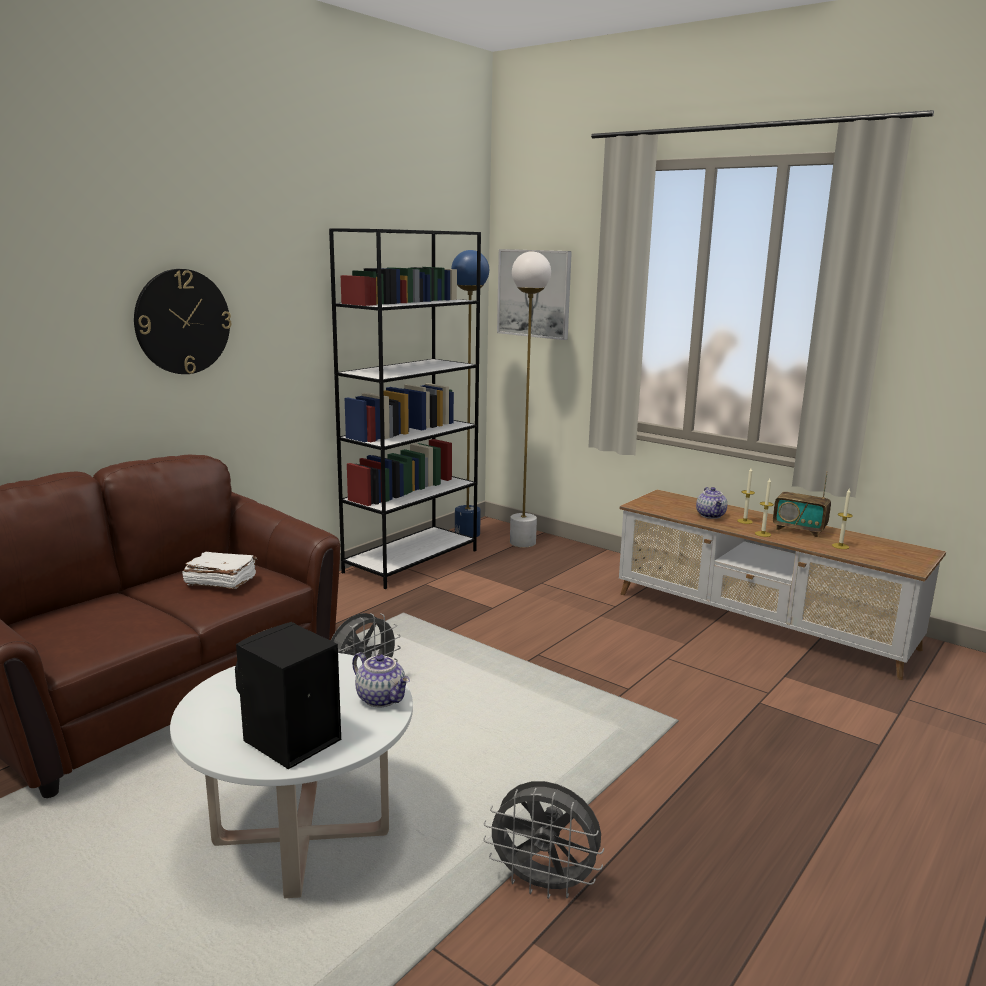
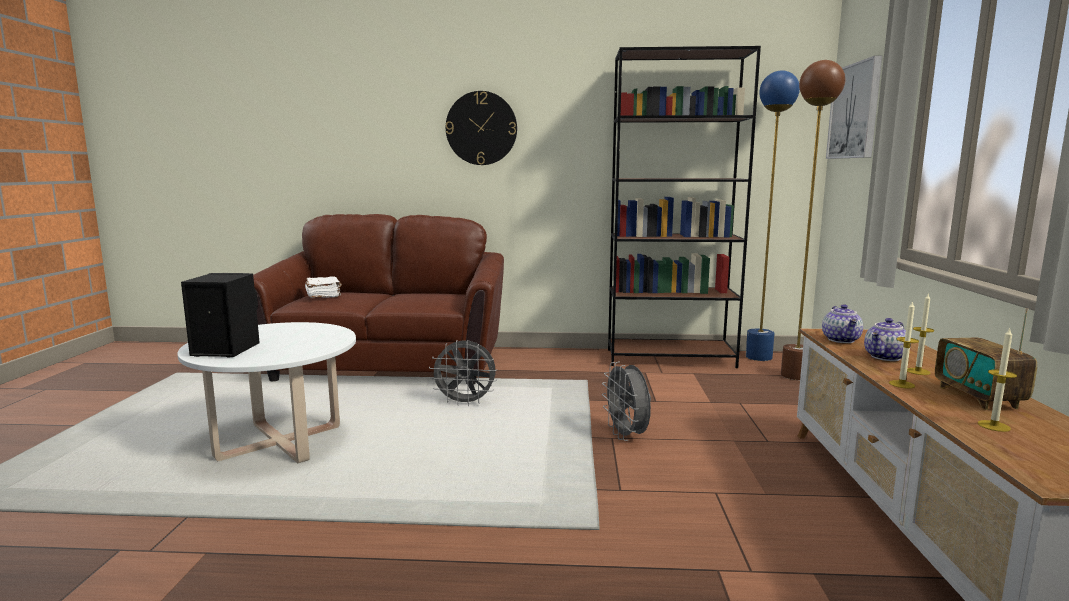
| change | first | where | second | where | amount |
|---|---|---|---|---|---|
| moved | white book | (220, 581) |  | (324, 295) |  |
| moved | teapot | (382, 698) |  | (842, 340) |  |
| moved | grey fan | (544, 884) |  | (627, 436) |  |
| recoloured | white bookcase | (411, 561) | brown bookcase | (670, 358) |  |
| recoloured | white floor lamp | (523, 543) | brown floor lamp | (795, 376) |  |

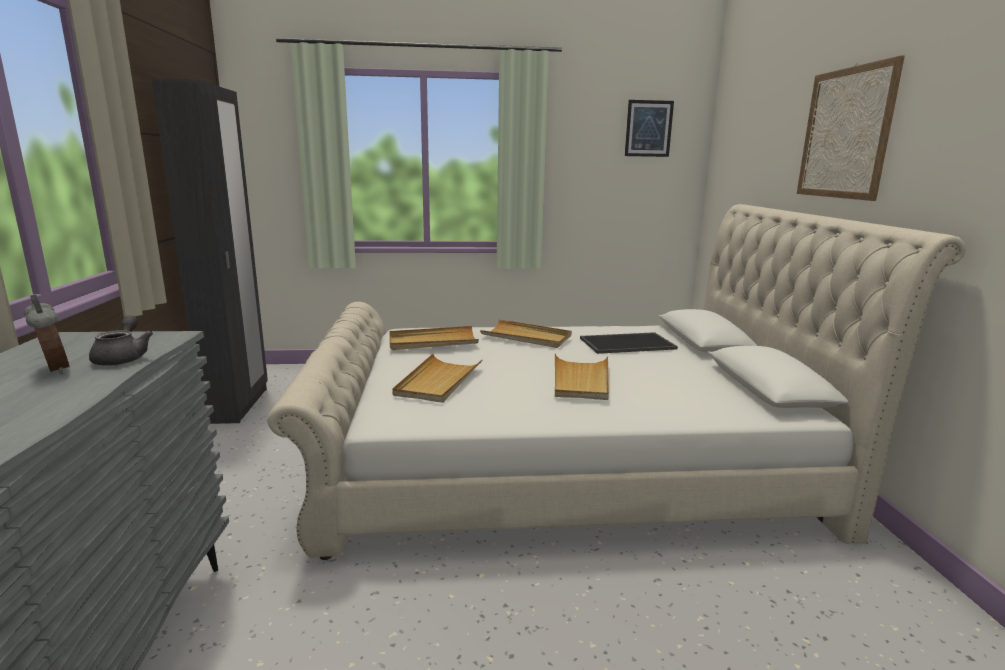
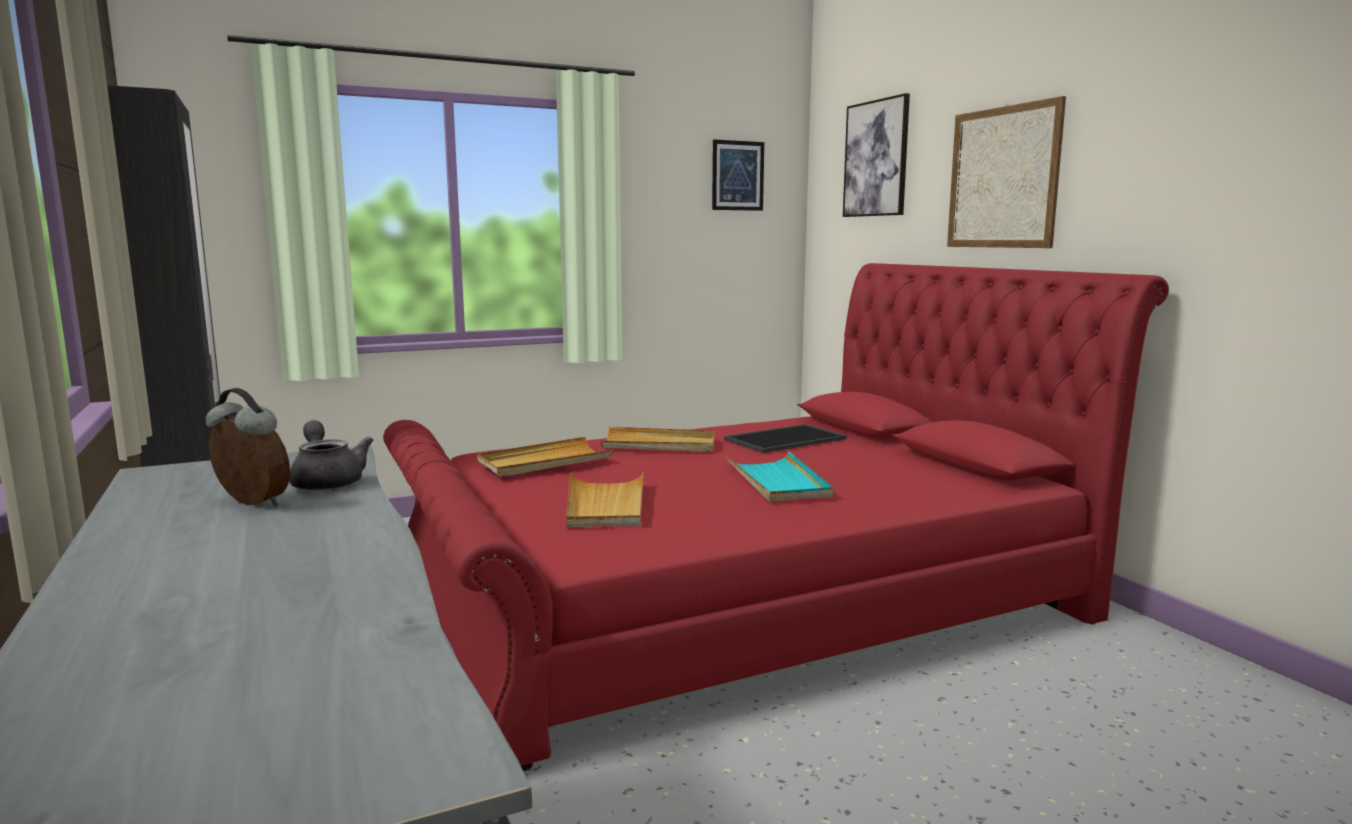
| change | first | where | second | where | amount |
|---|---|---|---|---|---|
| added |  |  | picture | (876, 159) |  |
| recoloured | beige bed | (565, 456) | red bed | (741, 592) |  |
| recoloured | beige tray | (580, 380) | turquoise tray | (777, 481) |  |

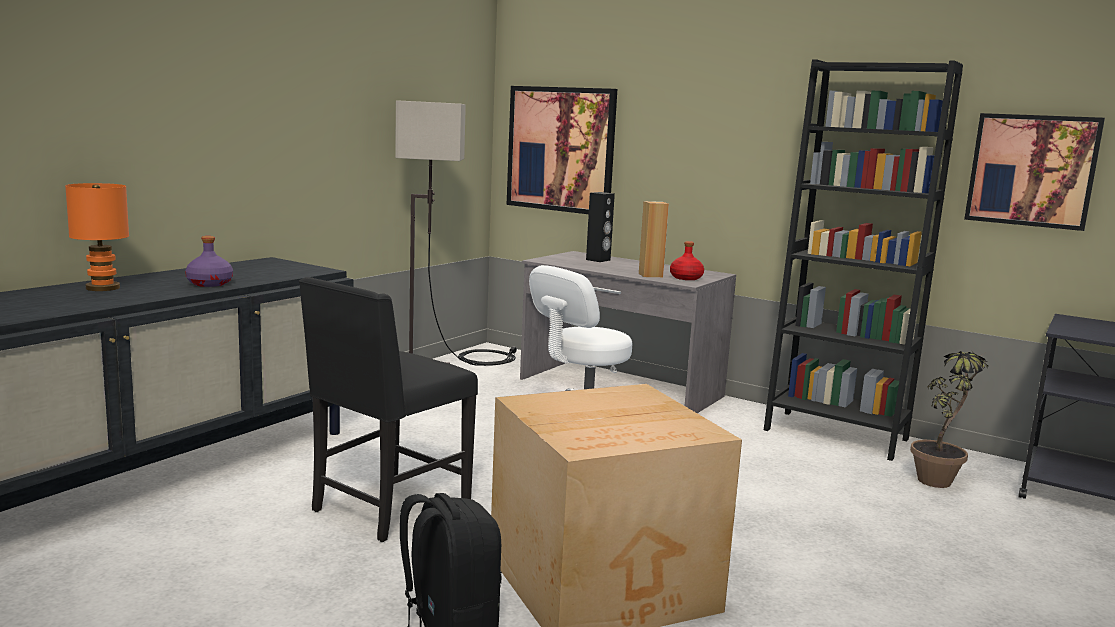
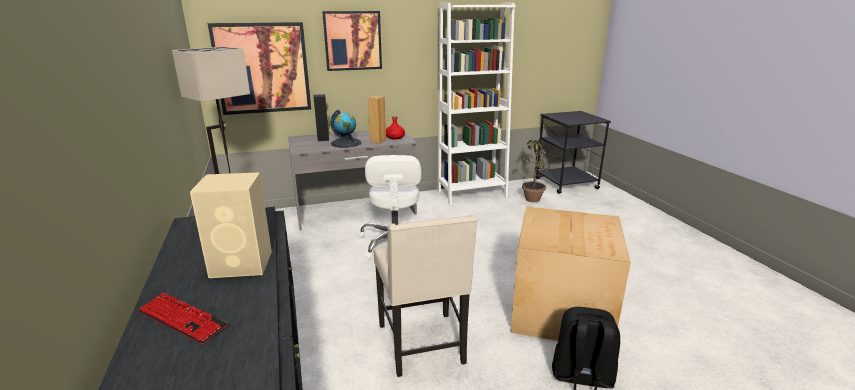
| change | first | where | second | where | amount |
|---|---|---|---|---|---|
| added |  |  | globe | (346, 143) |  |
| moved | picture | (1032, 170) |  | (352, 40) |  |
| replaced | orange table lamp | (103, 288) | keyboard | (182, 319) |  |
| replaced | purple bottle | (210, 283) | beige speaker | (243, 264) |  |
| recoloured | black chair | (388, 508) | beige chair | (423, 345) |  |
| recoloured | black bookcase | (835, 434) | white bookcase | (472, 194) |  |

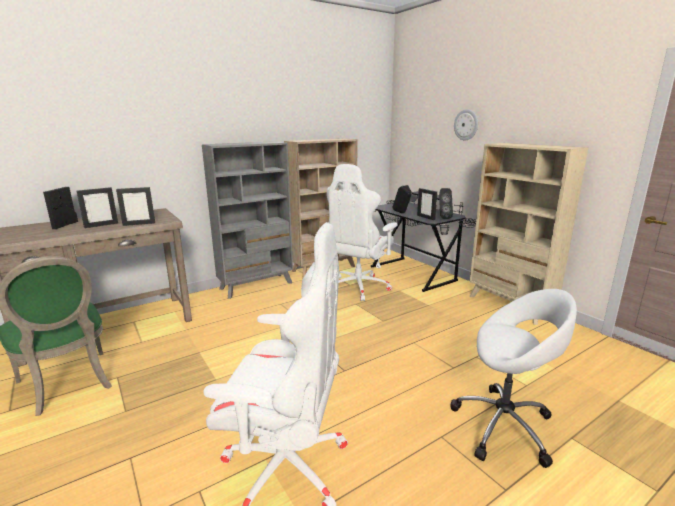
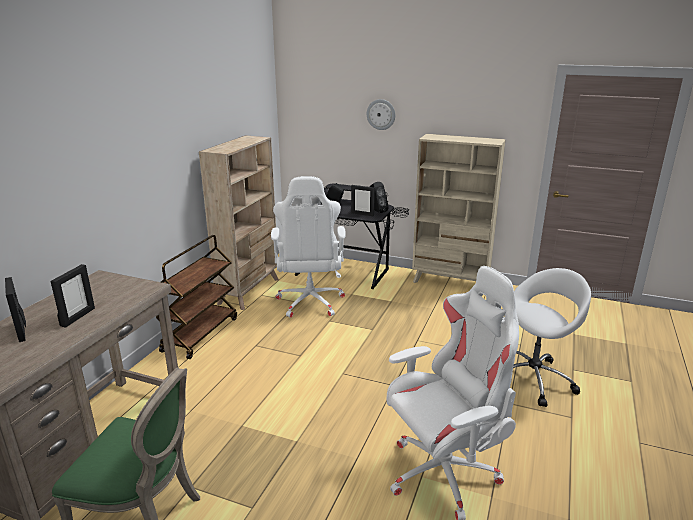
| change | first | where | second | where | amount |
|---|---|---|---|---|---|
| removed | picture frame | (139, 223) |  |  |  |
| replaced | grey bookcase | (257, 286) | brown cart | (200, 334) |  |

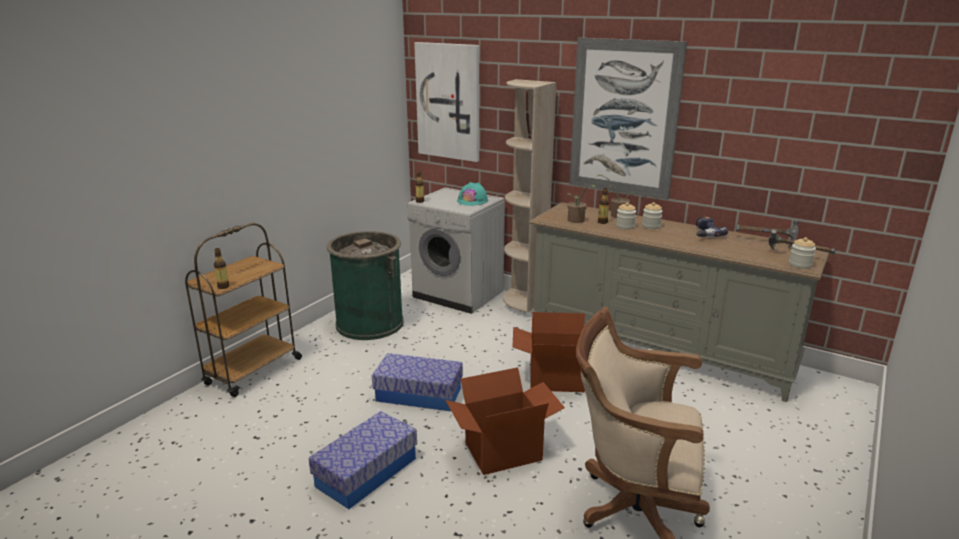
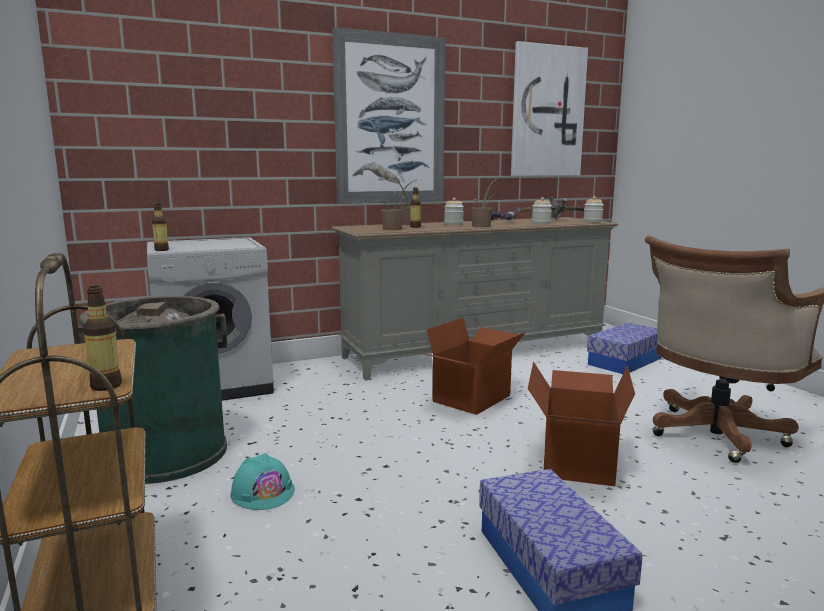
| change | first | where | second | where | amount |
|---|---|---|---|---|---|
| removed | beige bookcase | (521, 305) |  |  |  |
| added |  |  | potted plant | (483, 226) |  |
| moved | storage box | (418, 394) |  | (625, 361) |  |
| moved | picture | (448, 101) |  | (547, 112) |  |
| moved | turquoise hard hat | (472, 200) |  | (263, 492) |  |
| moved | jar | (625, 226) |  | (541, 223) |  |

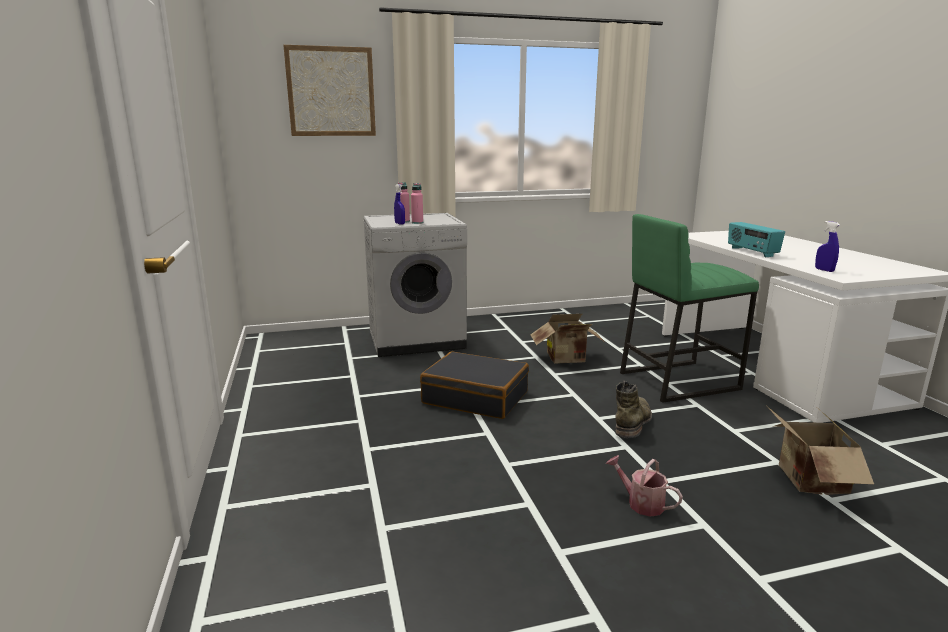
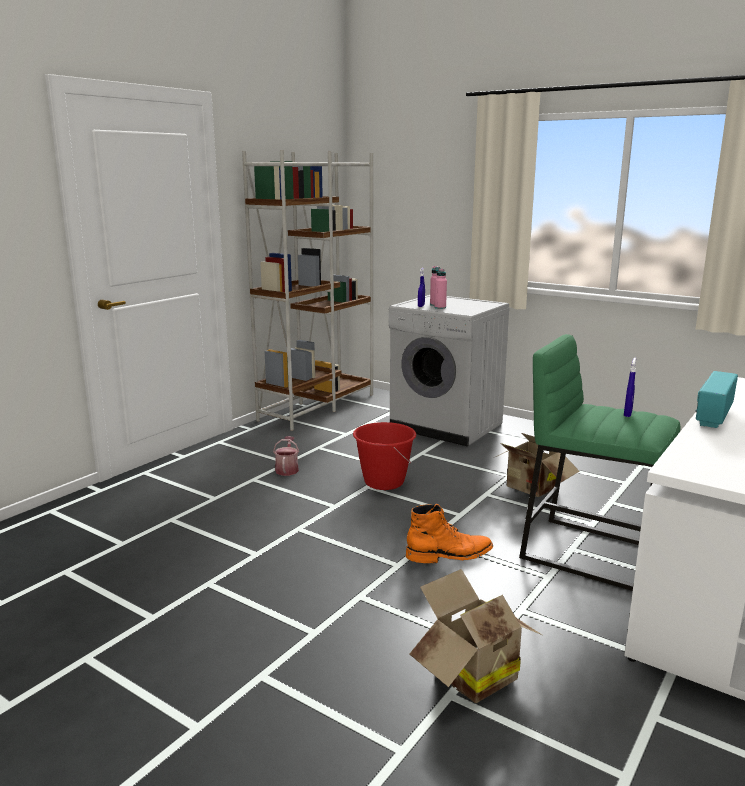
| change | first | where | second | where | amount |
|---|---|---|---|---|---|
| removed | picture | (331, 90) |  |  |  |
| added |  |  | brown bookcase | (318, 407) |  |
| moved | watering can | (641, 503) |  | (287, 469) |  |
| moved | blue spray bottle | (824, 270) |  | (627, 414) |  |
| replaced | black suitcase | (475, 397) | red bucket | (384, 482) |  |
| recoloured | green boot | (633, 422) | orange boot | (450, 555) |  |

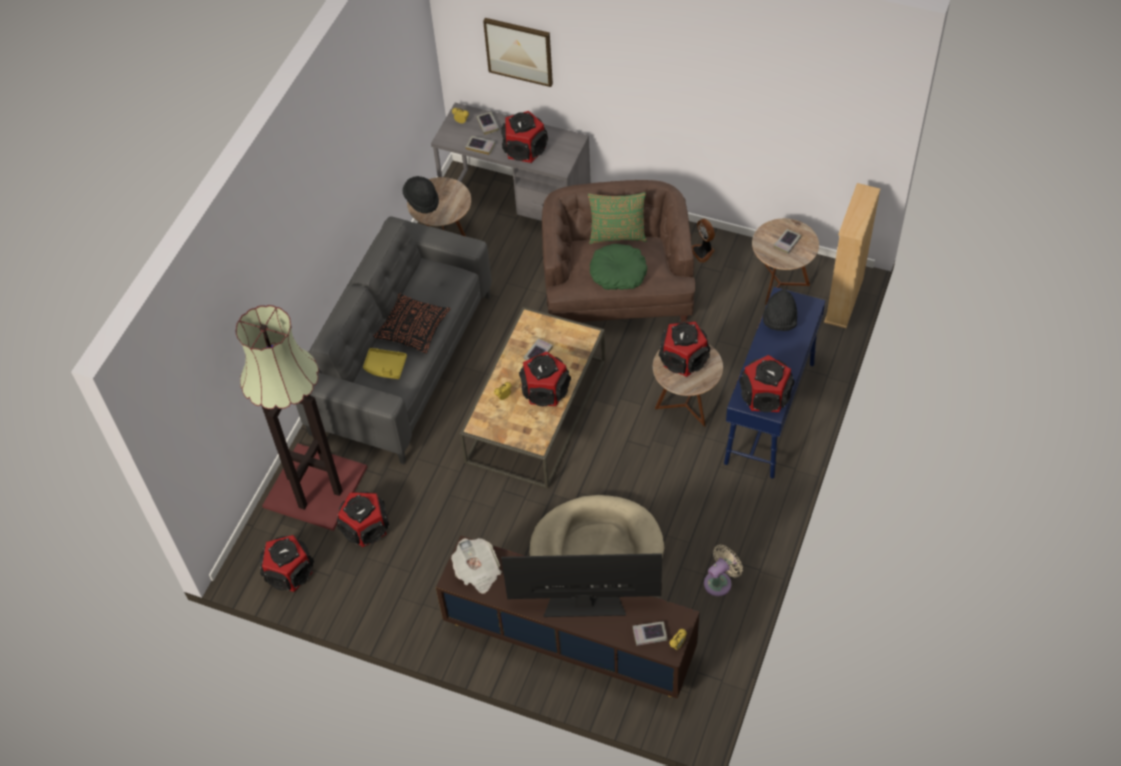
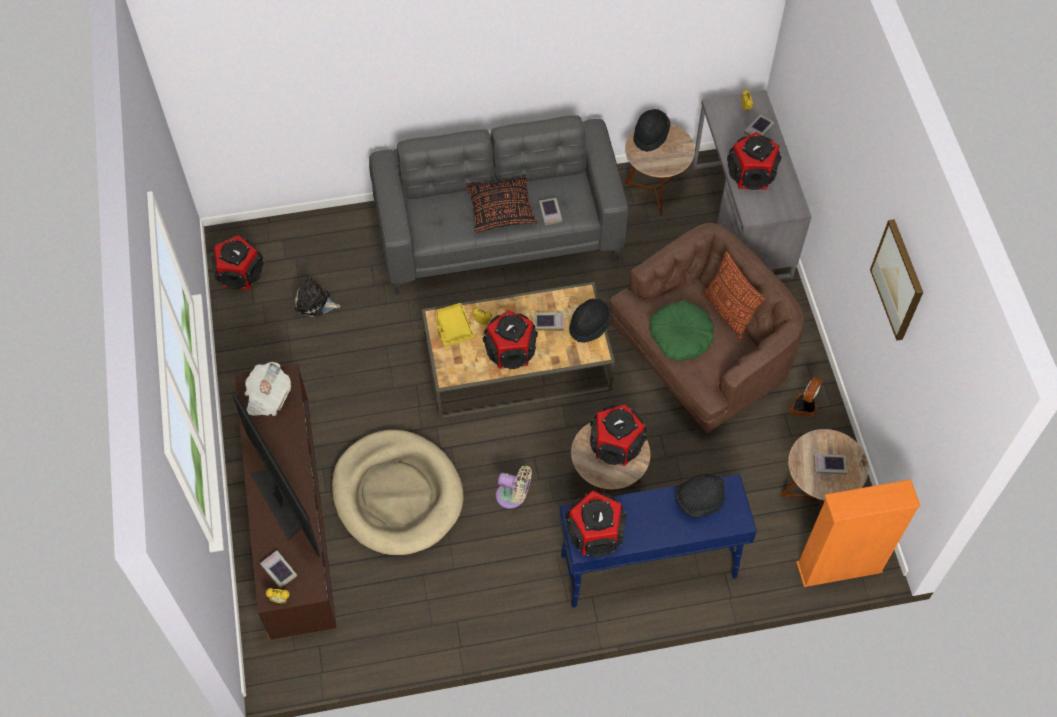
| change | first | where | second | where | amount |
|---|---|---|---|---|---|
| removed | floor lamp | (315, 486) |  |  |  |
| added |  |  | black hat | (589, 325) |  |
| moved | yellow tray | (385, 367) |  | (453, 328) |  |
| moved | book | (480, 147) |  | (550, 213) |  |
| moved | picture | (519, 51) |  | (898, 280) |  |
| moved | beige fan | (720, 582) |  | (513, 496) |  |
| replaced | speaker | (366, 527) | plush toy | (315, 303) |  |
| recoloured | green pillow | (617, 236) | brown pillow | (728, 313) |  |
| recoloured | beige bookcase | (844, 300) | orange bookcase | (839, 568) |  |

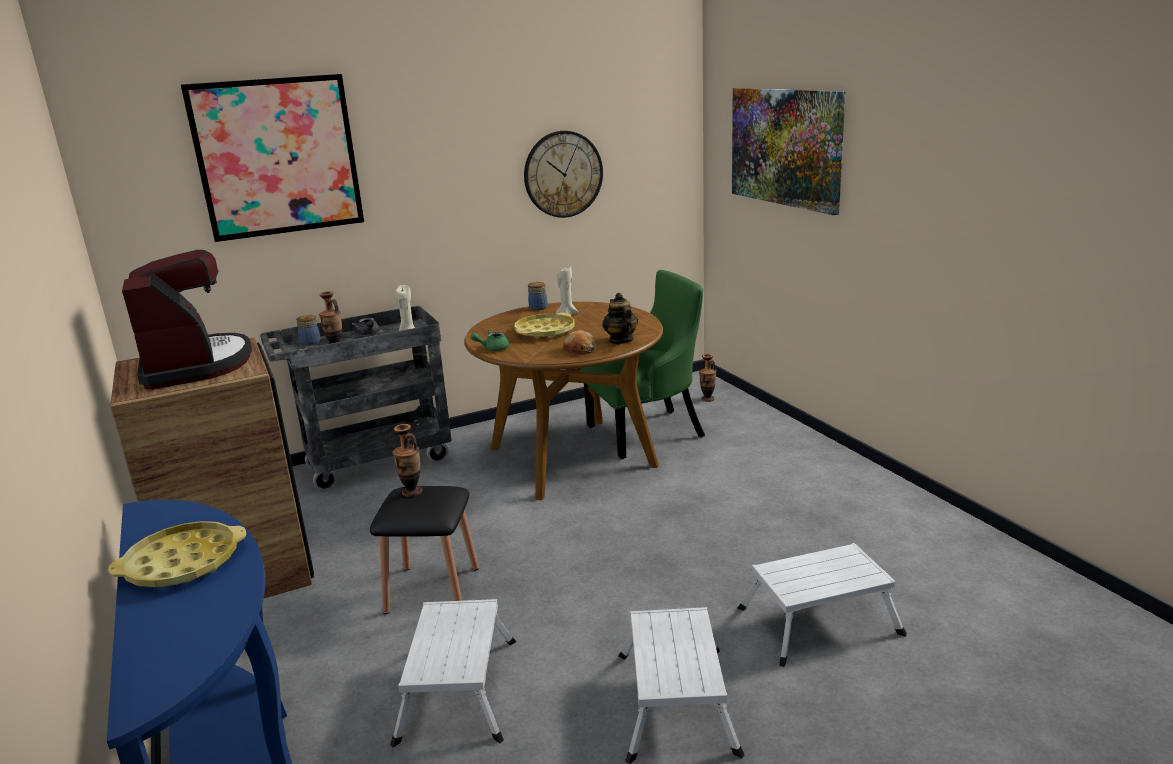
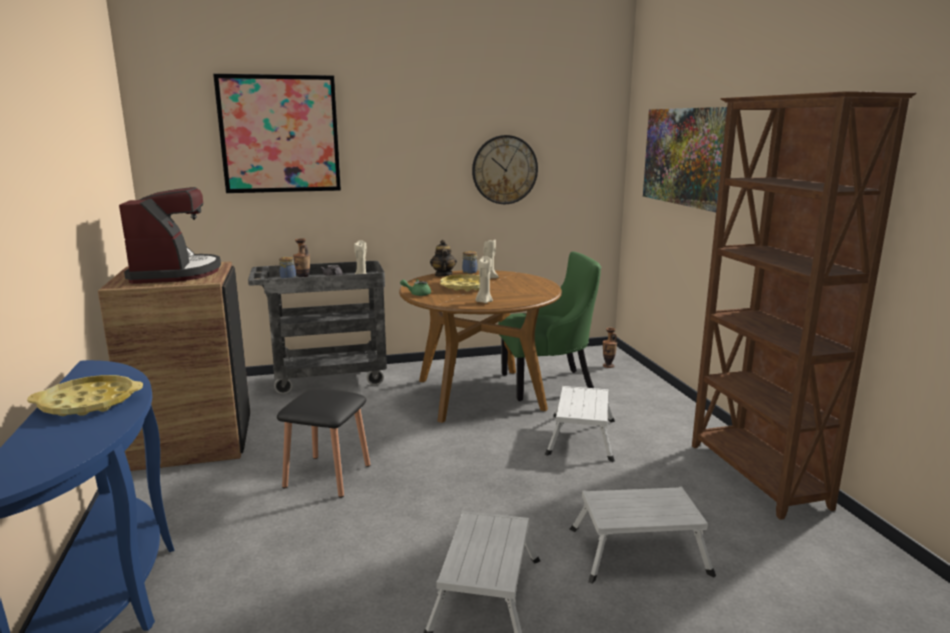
| change | first | where | second | where | amount |
|---|---|---|---|---|---|
| removed | vase | (412, 492) |  |  |  |
| added |  |  | brown bookcase | (756, 476) |  |
| moved | white step ladder | (458, 688) |  | (581, 436) |  |
| moved | teapot | (620, 340) |  | (443, 275) |  |
| replaced | bread | (579, 350) | beige candle | (484, 301) |  |

